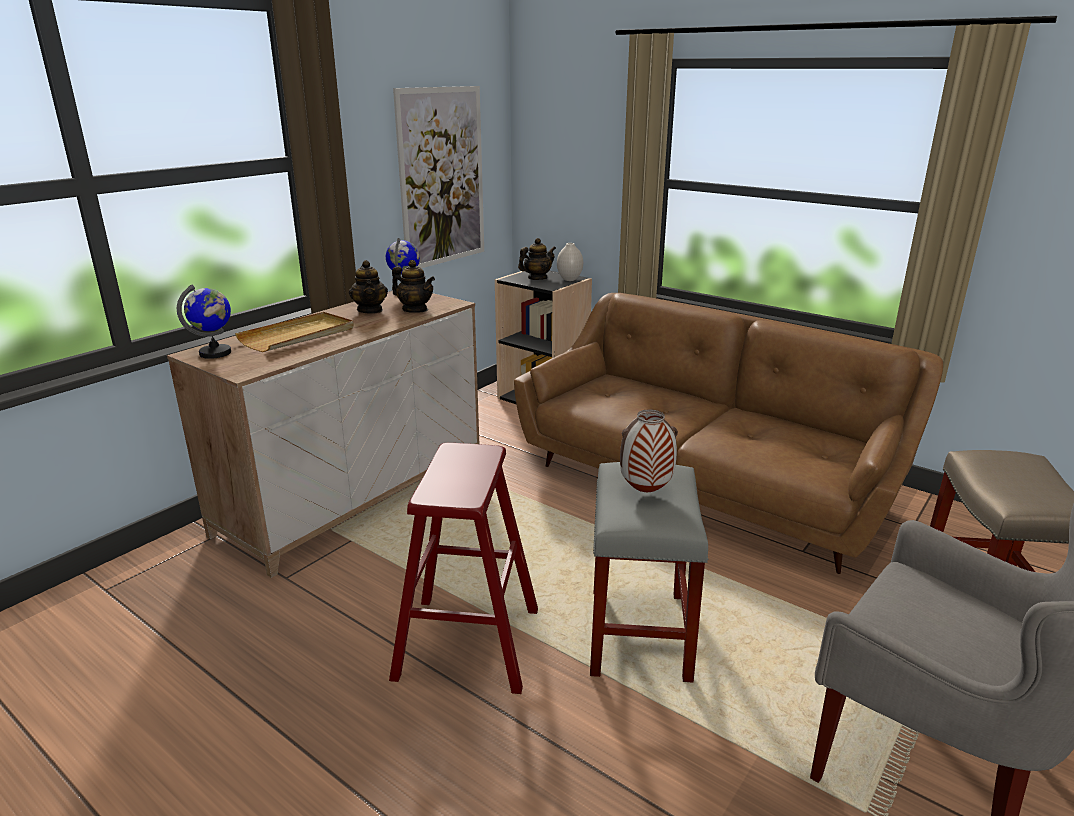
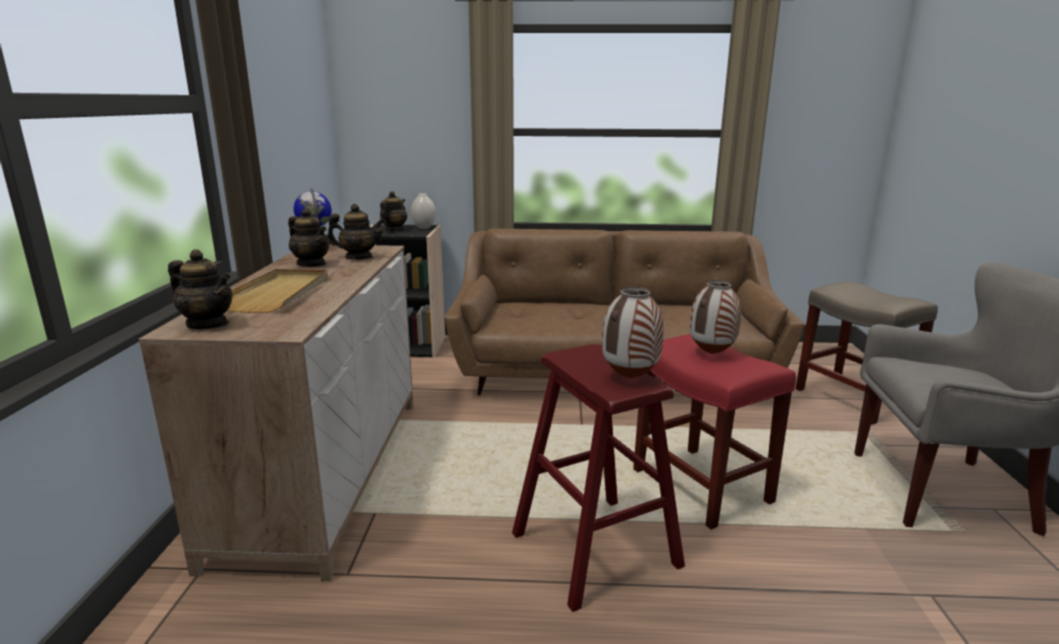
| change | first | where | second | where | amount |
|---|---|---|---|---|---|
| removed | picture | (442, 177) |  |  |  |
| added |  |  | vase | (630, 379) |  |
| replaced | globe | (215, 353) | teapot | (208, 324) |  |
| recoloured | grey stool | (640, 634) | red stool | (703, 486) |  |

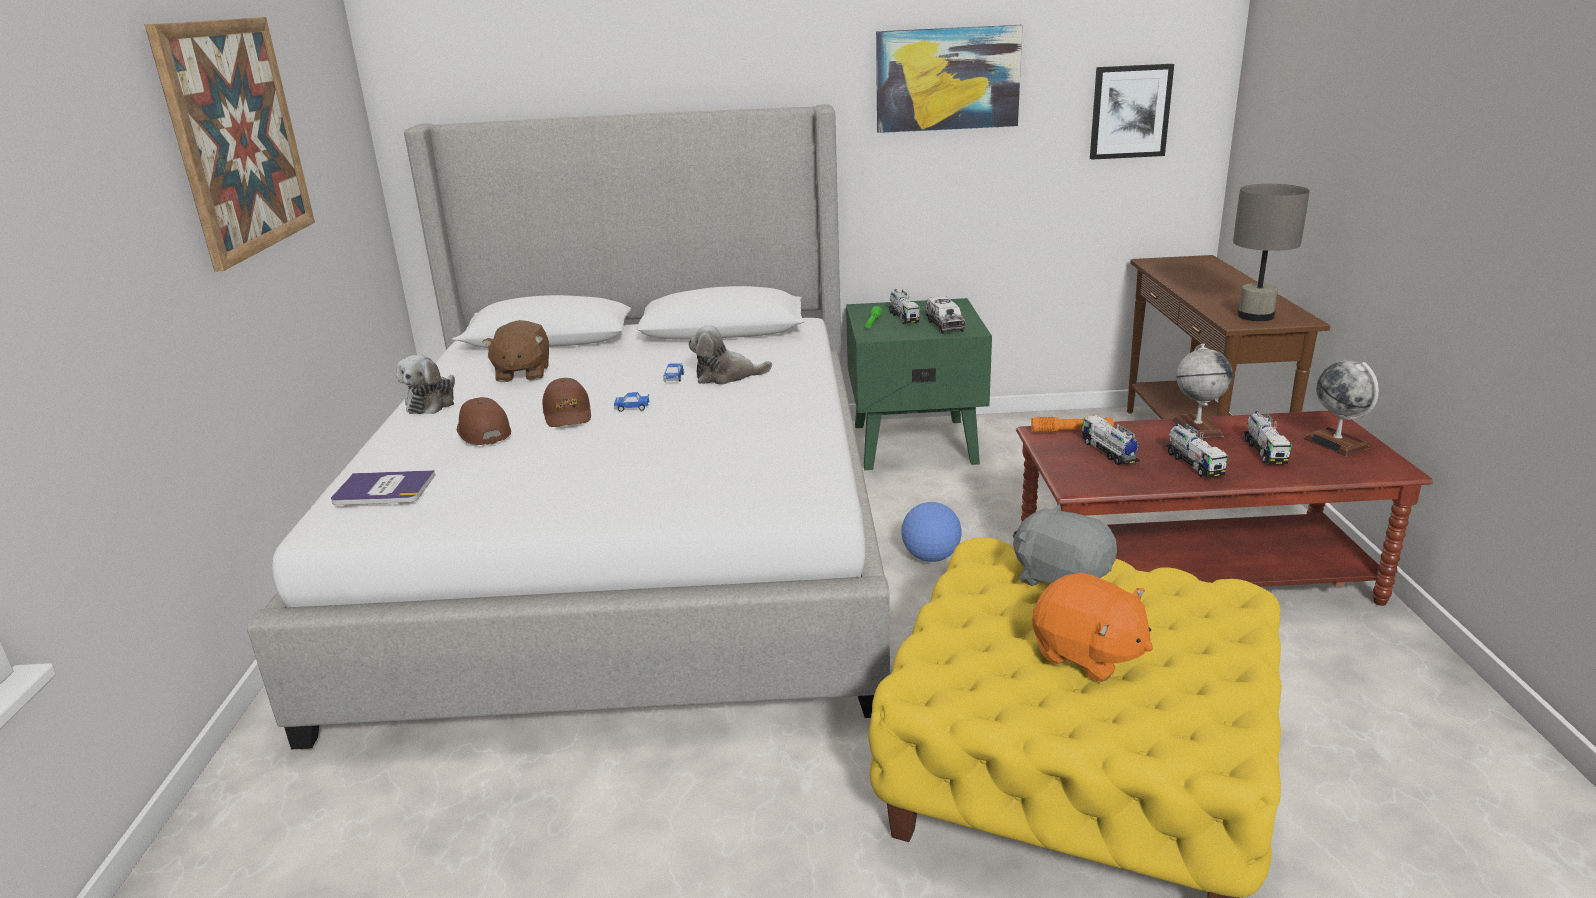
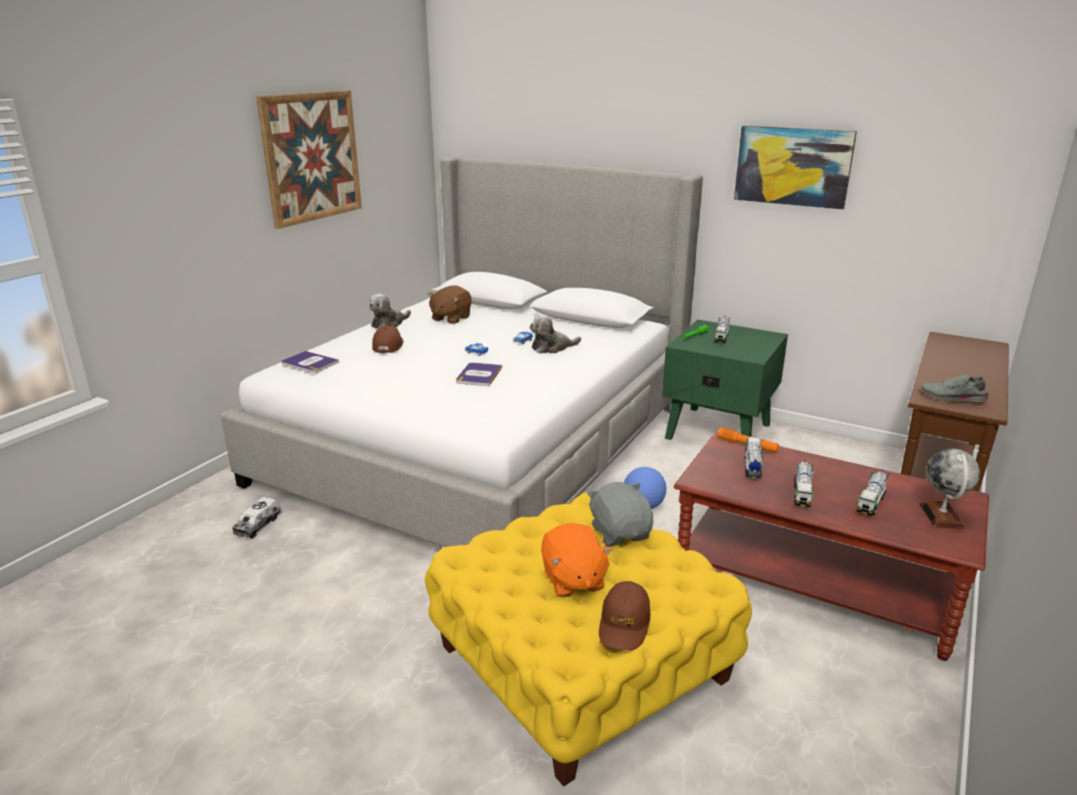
| change | first | where | second | where | amount |
|---|---|---|---|---|---|
| removed | picture | (1130, 111) |  |  |  |
| removed | globe | (1197, 428) |  |  |  |
| added |  |  | book | (479, 375) |  |
| moved | brown cap | (568, 414) |  | (624, 624) |  |
| moved | toy truck | (944, 325) |  | (258, 525) |  |
| replaced | grey table lamp | (1256, 316) | grey shoe | (952, 398) |  |
| turned | plush toy | (726, 376) |  | (552, 347) | 45 degrees counterclockwise |

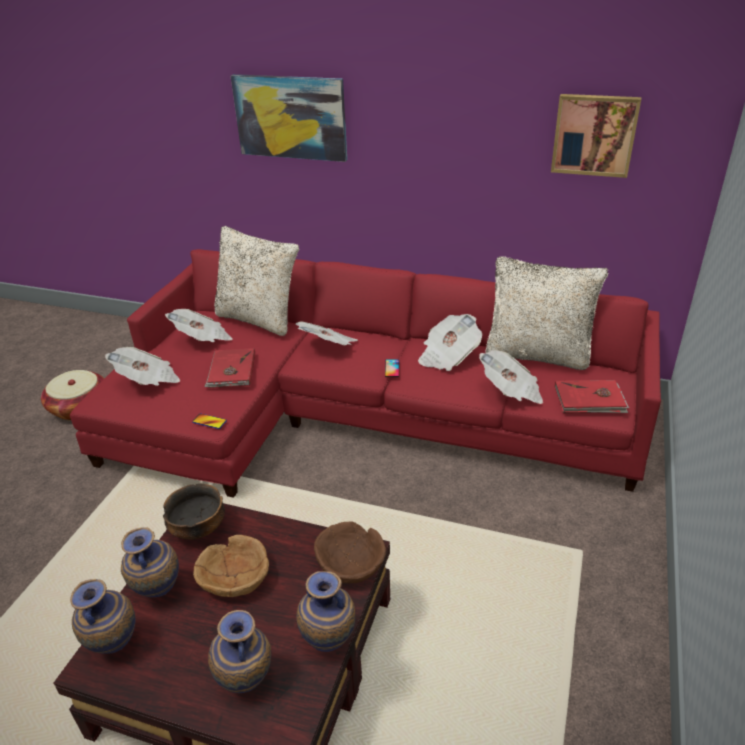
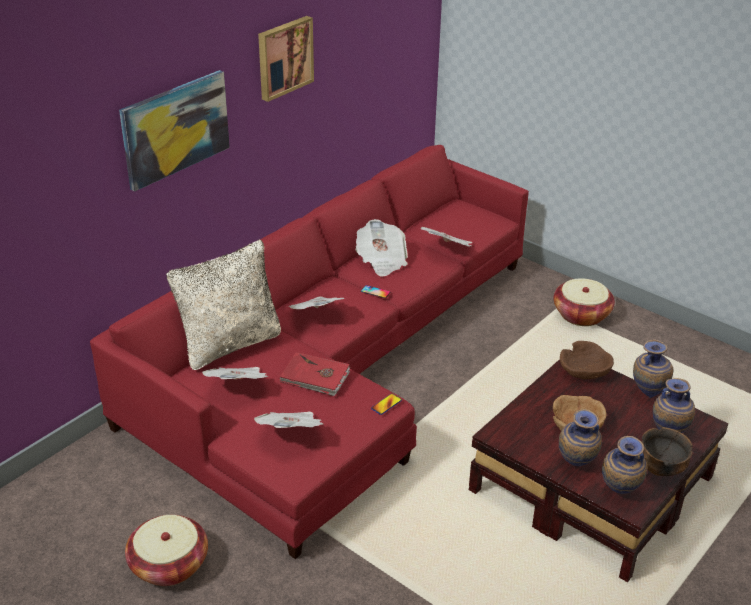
| change | first | where | second | where | amount |
|---|---|---|---|---|---|
| removed | beige pillow | (538, 357) |  |  |  |
| removed | red book | (590, 400) |  |  |  |
| added |  |  | basket | (581, 315) |  |
| moved | bowl | (199, 529) |  | (660, 468) |  |
| moved | picture | (594, 134) |  | (284, 57) |  |

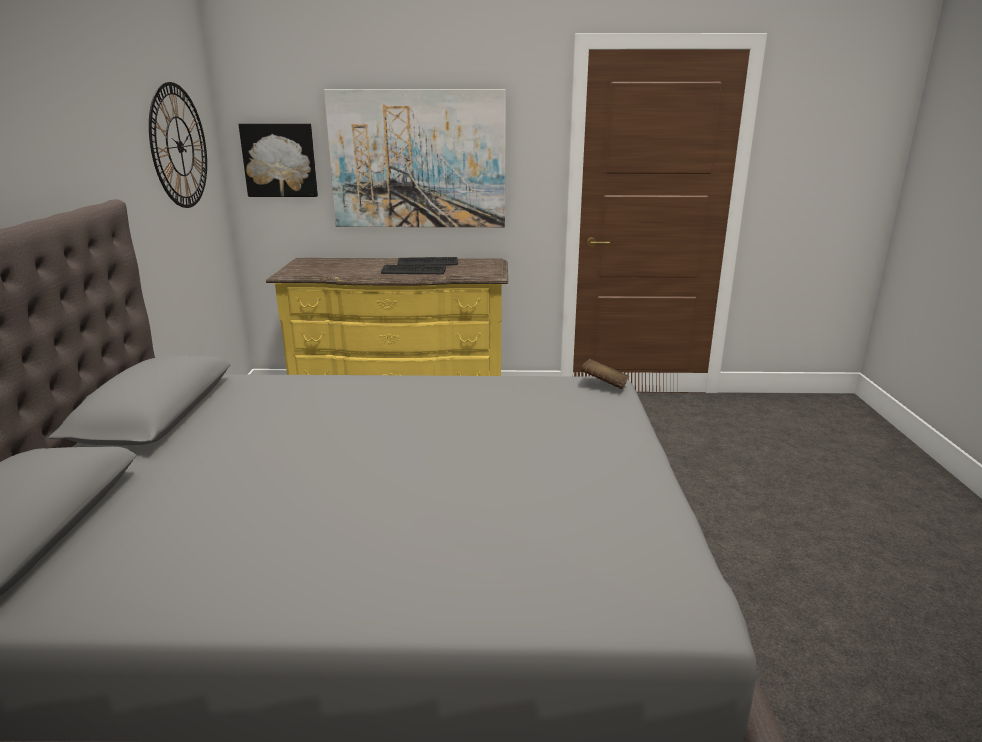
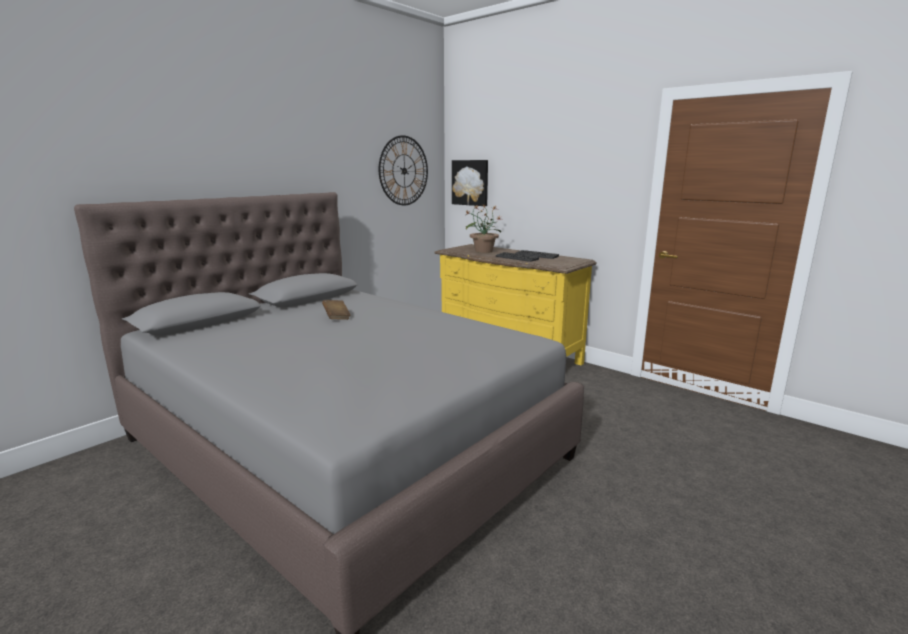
| change | first | where | second | where | amount |
|---|---|---|---|---|---|
| removed | picture | (418, 160) |  |  |  |
| added |  |  | potted plant | (483, 251) |  |
| moved | brown book | (604, 385) |  | (336, 317) |  |

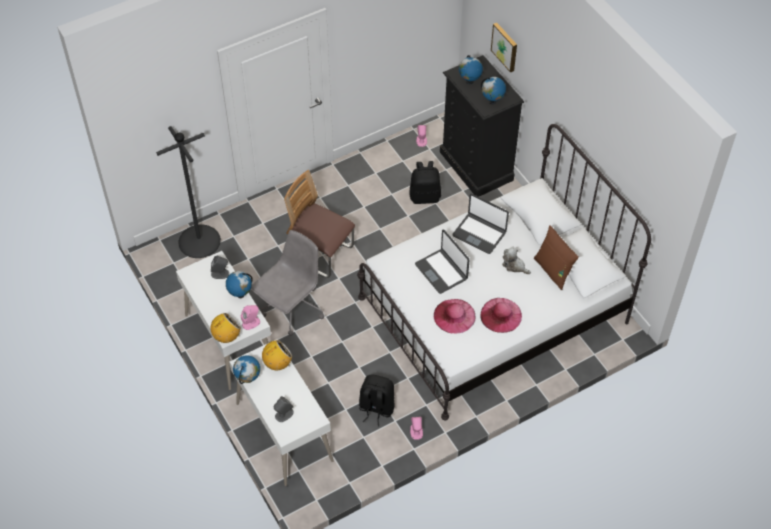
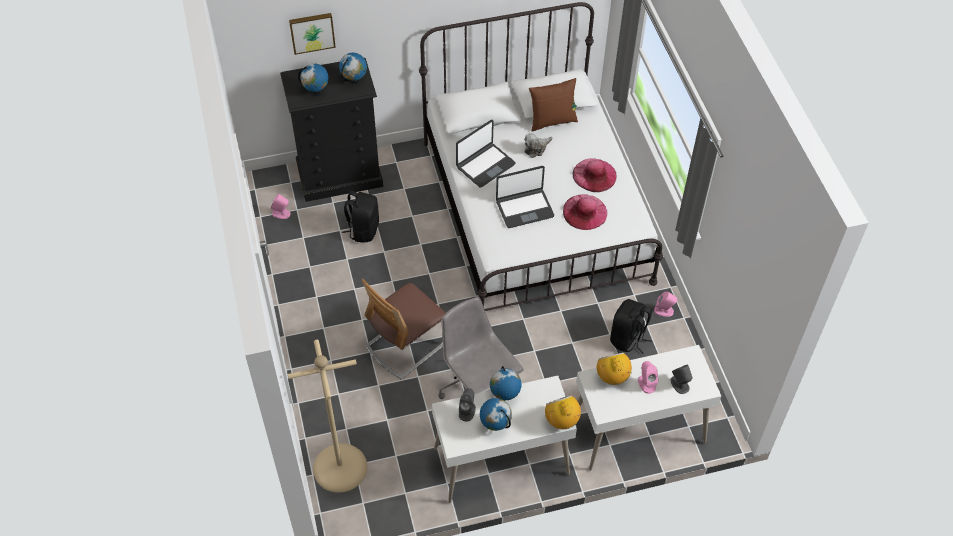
| change | first | where | second | where | amount |
|---|---|---|---|---|---|
| moved | globe | (248, 379) |  | (495, 425) |  |
| moved | pink speaker | (251, 323) |  | (646, 383) |  |
| recoloured | black clothes rack | (199, 241) | beige clothes rack | (340, 467) |  |

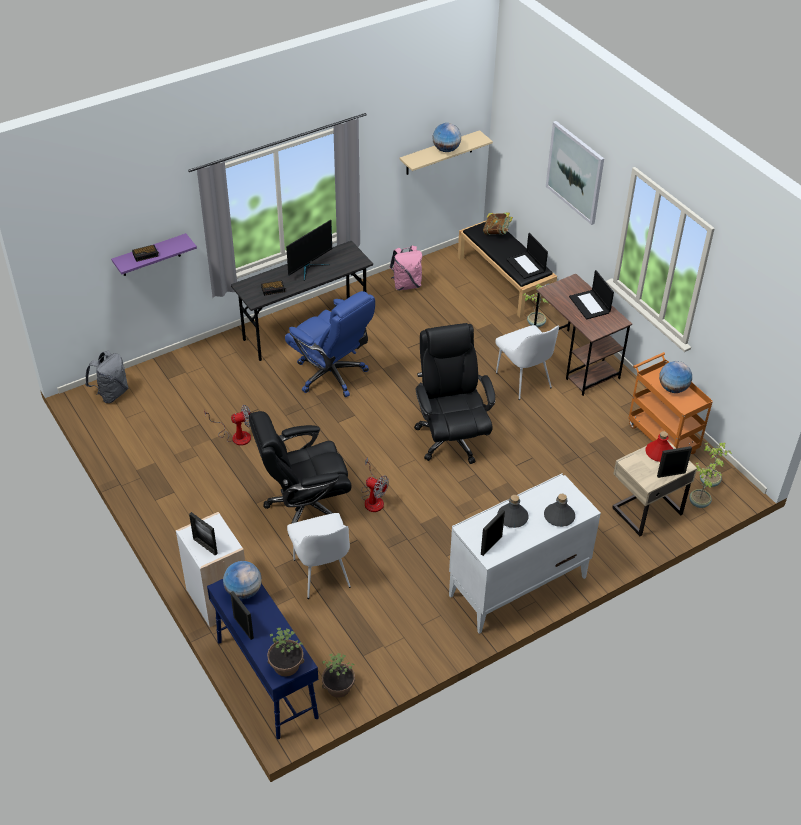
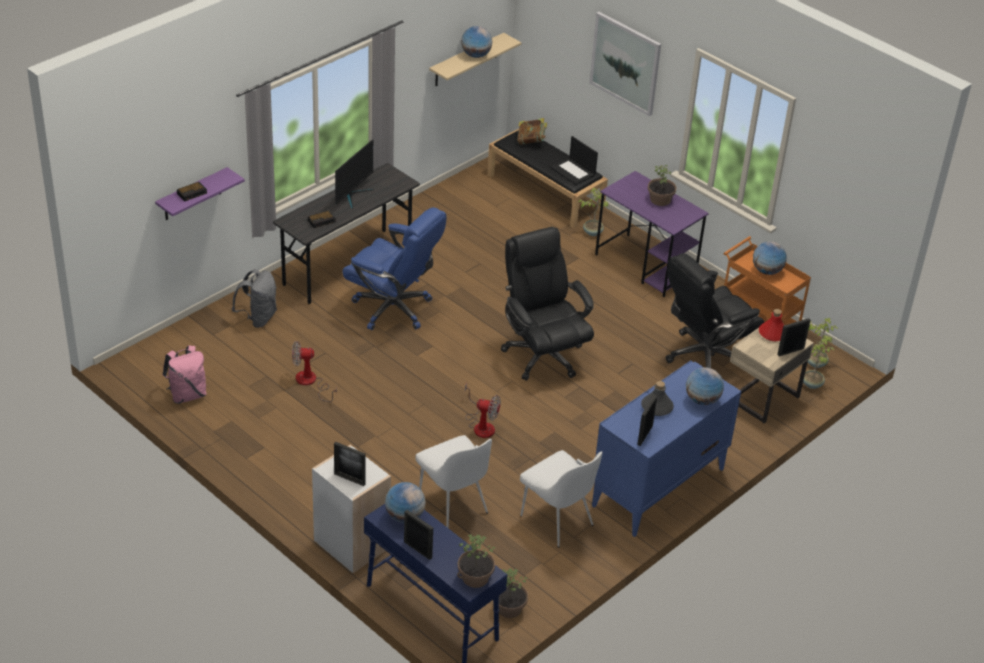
| change | first | where | second | where | amount |
|---|---|---|---|---|---|
| moved | grey backpack | (111, 393) |  | (258, 318) |  |
| moved | black office chair | (305, 506) |  | (705, 356) |  |
| moved | pink backpack | (406, 285) |  | (187, 394) |  |
| moved | white chair | (524, 380) |  | (557, 520) |  |
| replaced | grey bottle | (558, 516) | globe | (702, 400) |  |
| replaced | laptop | (590, 305) | potted plant | (660, 200) |  |
| recoloured | white cabinet | (517, 586) | blue cabinet | (658, 487) |  |
| recoloured | brown desk | (575, 362) | purple desk | (646, 265) |  |
| turned | fan | (235, 435) |  | (310, 382) | 150 degrees counterclockwise |

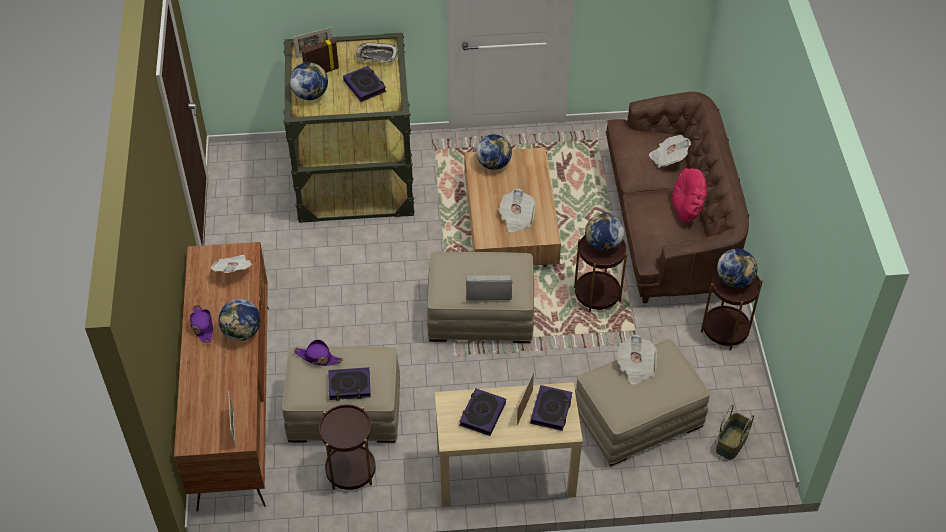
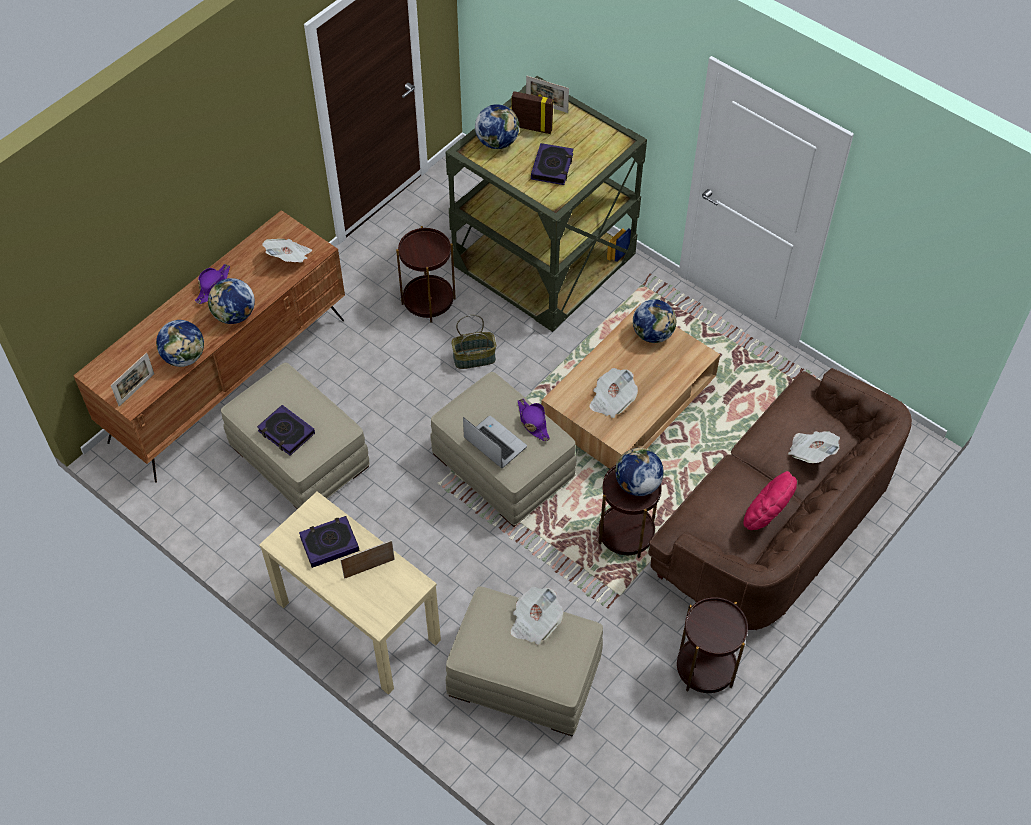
| change | first | where | second | where | amount |
|---|---|---|---|---|---|
| removed | tray | (376, 56) |  |  |  |
| removed | book | (551, 410) |  |  |  |
| moved | purple hat | (318, 357) |  | (533, 422) |  |
| moved | brown side table | (350, 470) |  | (428, 301) |  |
| moved | basket | (731, 442) |  | (474, 357) |  |
| moved | globe | (734, 280) |  | (184, 357) |  |

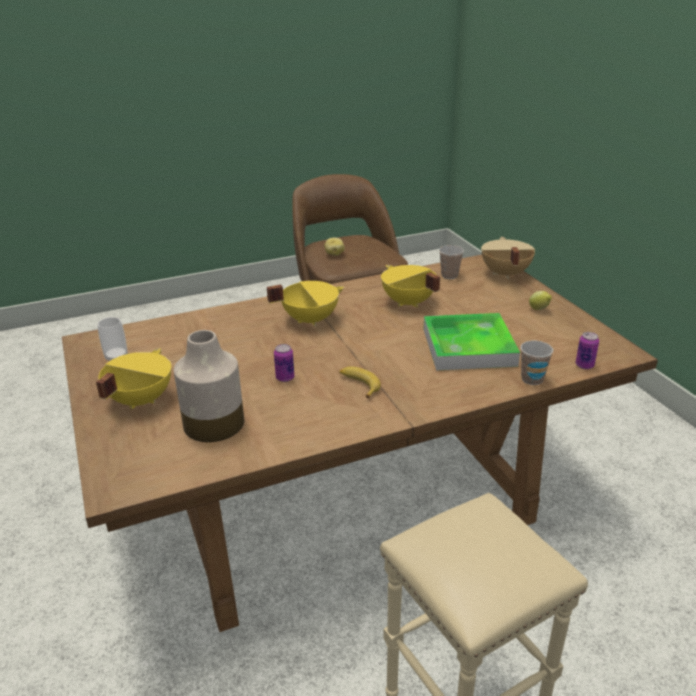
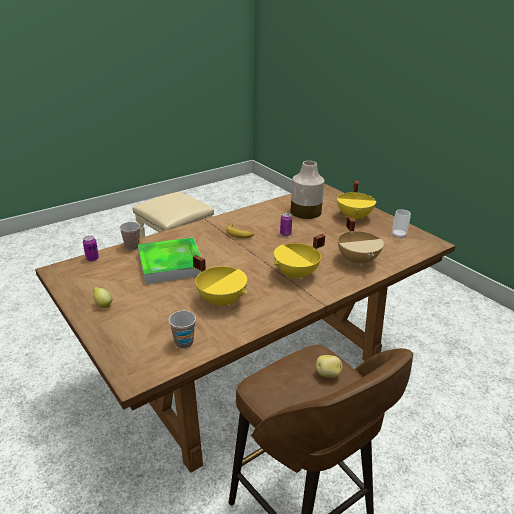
| change | first | where | second | where | amount |
|---|---|---|---|---|---|
| moved | beige cooking pot | (504, 274) |  | (358, 260) |  |

